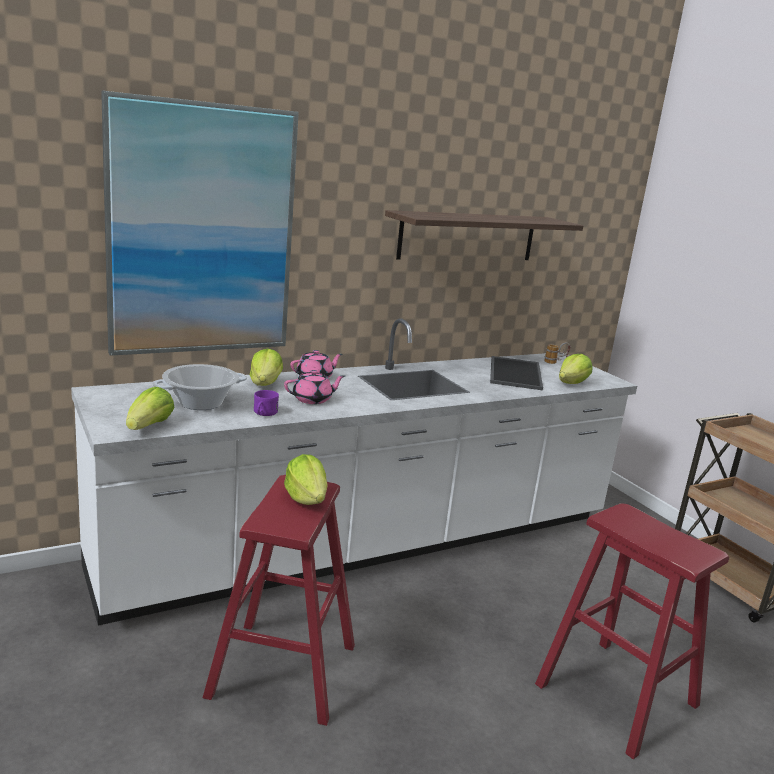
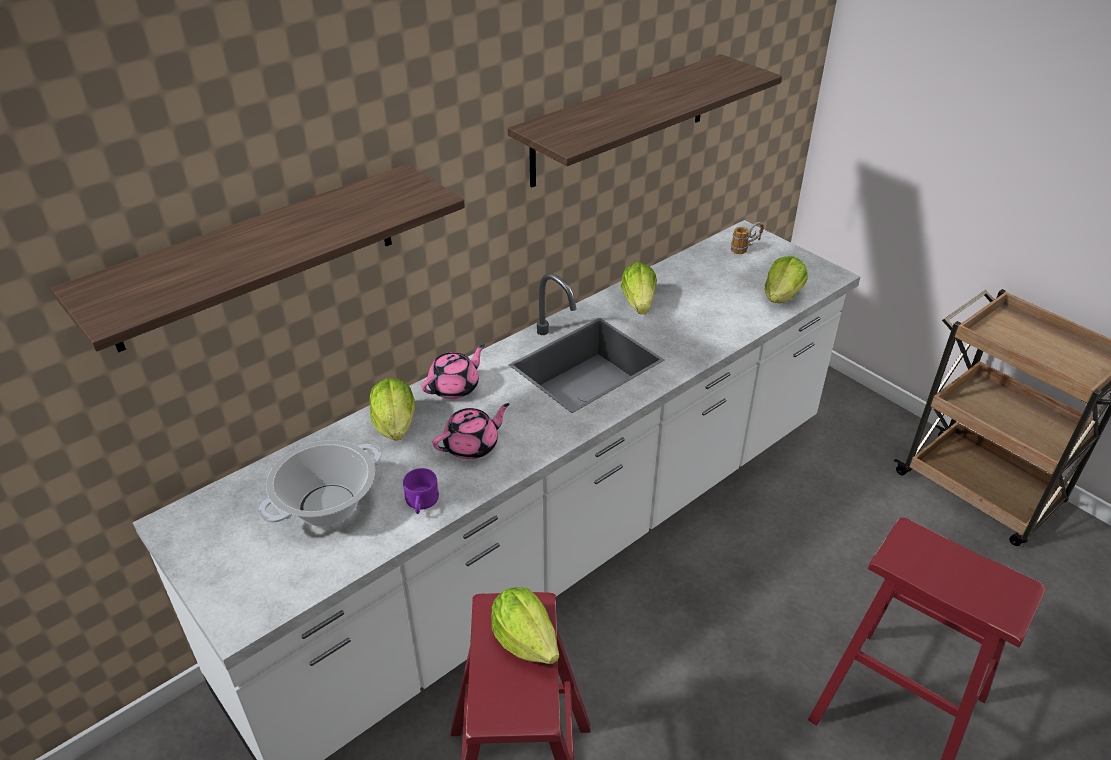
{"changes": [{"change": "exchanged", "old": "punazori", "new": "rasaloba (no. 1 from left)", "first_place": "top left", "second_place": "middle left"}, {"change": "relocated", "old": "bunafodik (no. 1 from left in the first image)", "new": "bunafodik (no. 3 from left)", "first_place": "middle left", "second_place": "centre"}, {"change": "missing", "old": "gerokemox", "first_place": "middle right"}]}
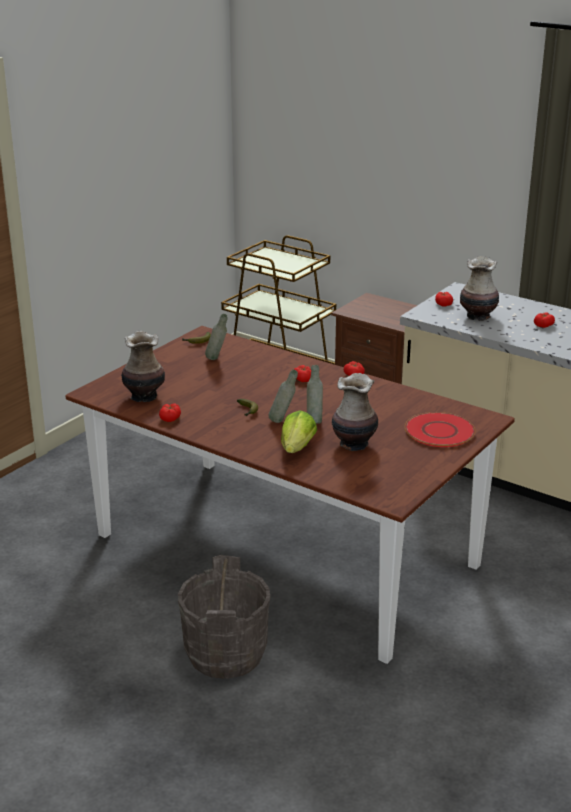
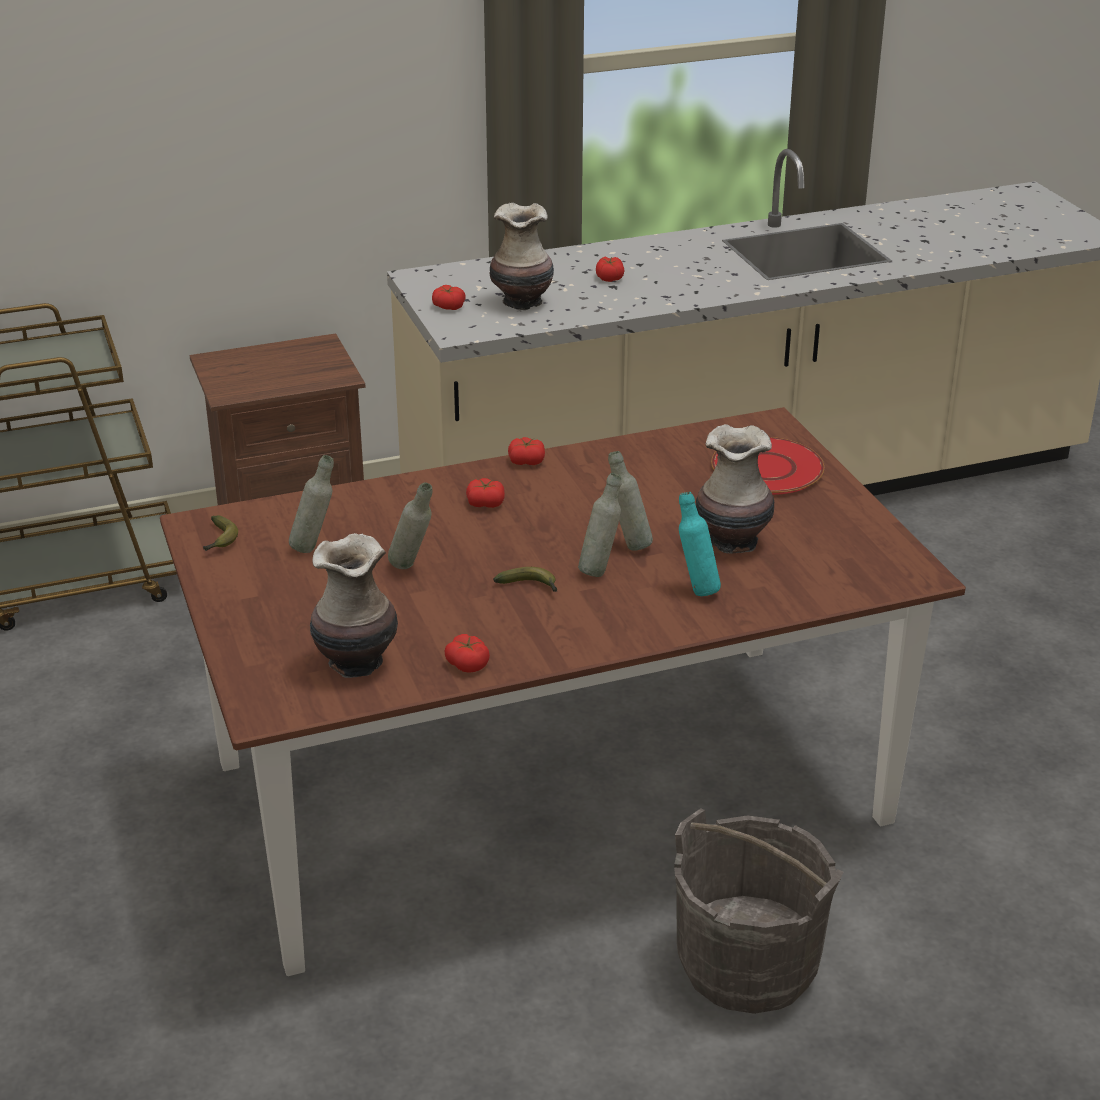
{"changes": [{"change": "exchanged", "old": "bunafodik", "new": "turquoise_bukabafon", "first_place": "centre", "second_place": "centre"}, {"change": "appeared", "new": "grey_bukabafon (no. 2 from left)", "second_place": "centre"}]}
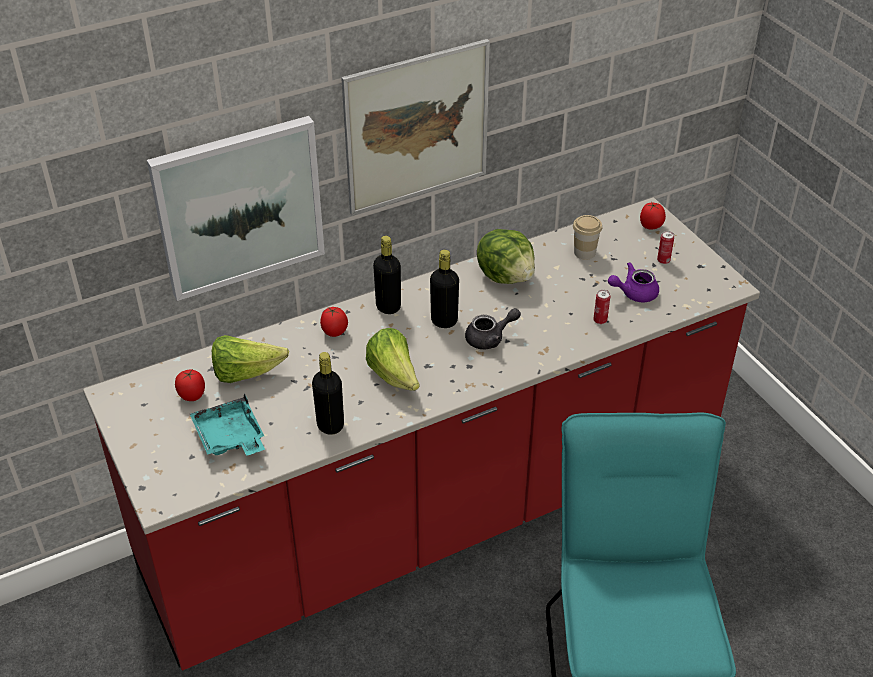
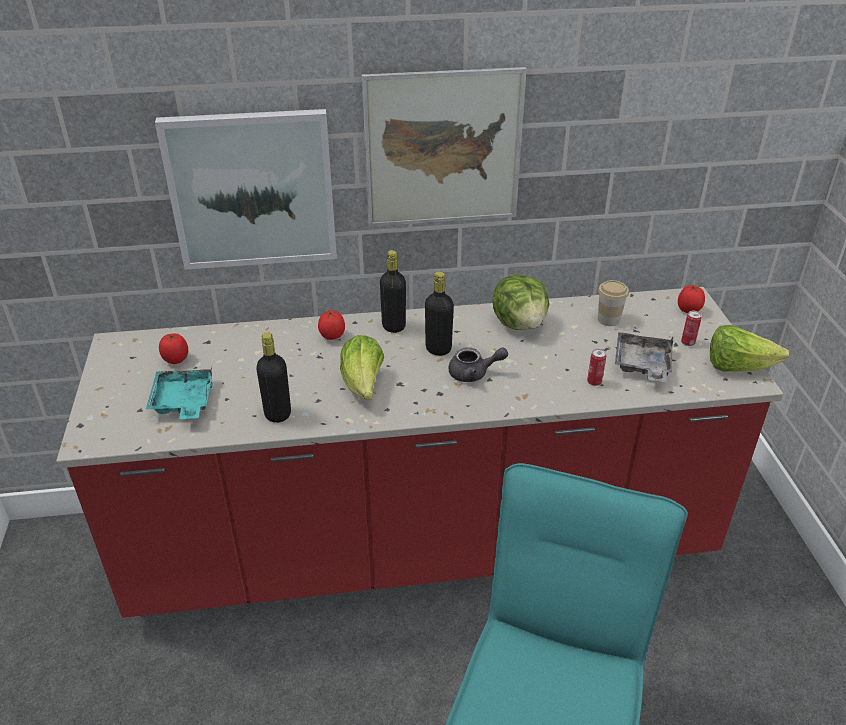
{"changes": [{"change": "relocated", "old": "bunafodik (no. 1 from left in the first image)", "new": "bunafodik (no. 3 from left)", "first_place": "middle left", "second_place": "middle right"}, {"change": "exchanged", "old": "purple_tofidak", "new": "grey_gerokemox", "first_place": "middle right", "second_place": "middle right"}]}
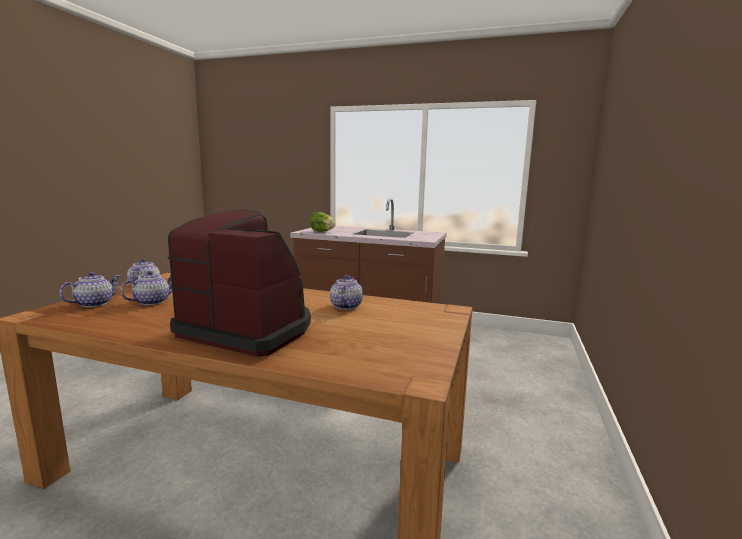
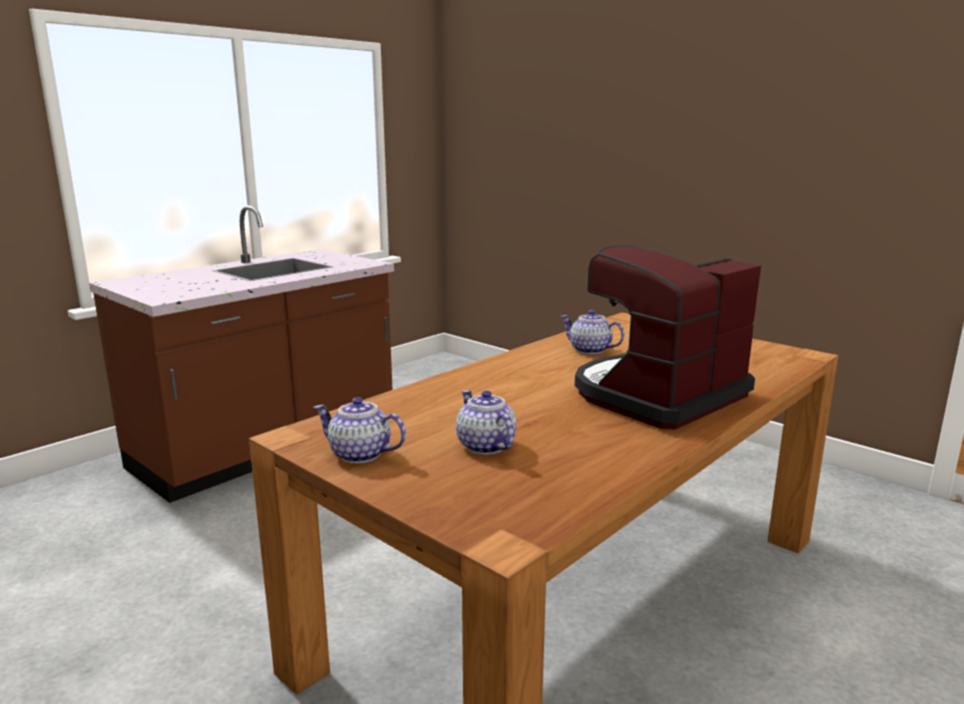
{"changes": [{"change": "missing", "old": "tofidak (no. 1 from left)", "first_place": "middle left"}, {"change": "missing", "old": "bunafodik", "first_place": "centre"}]}
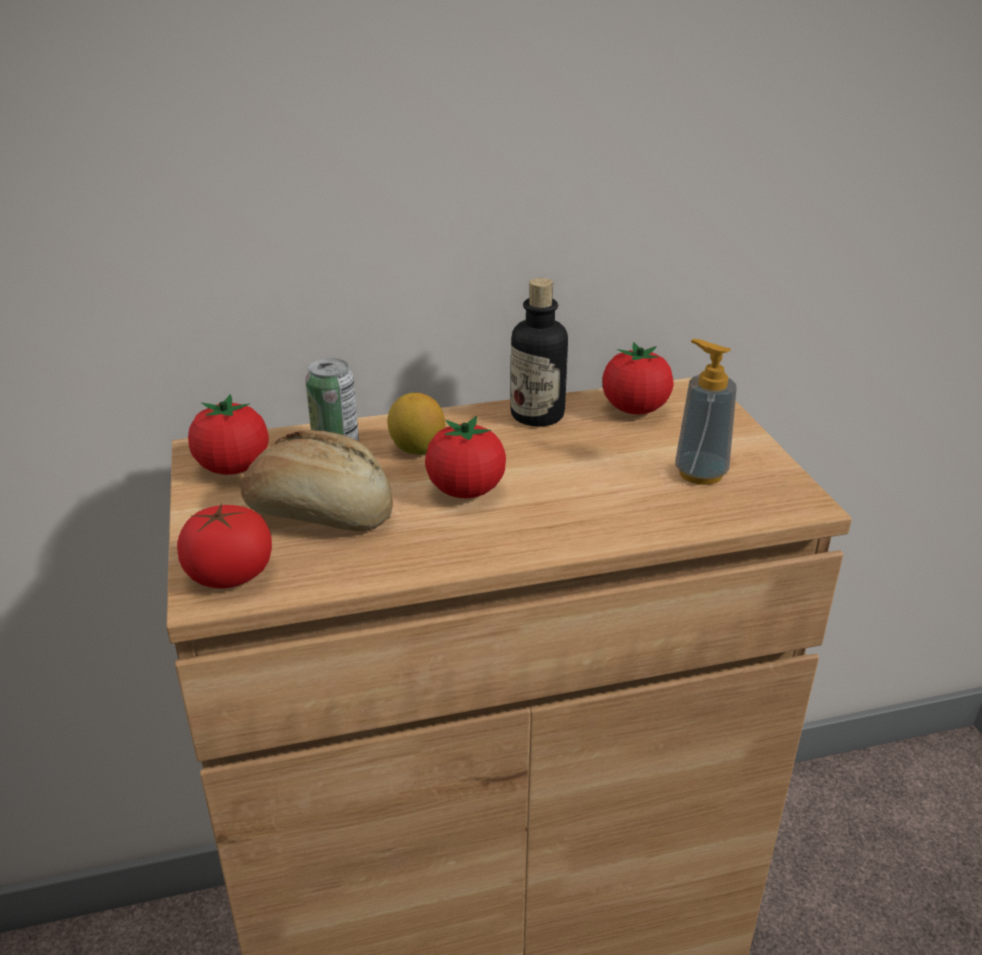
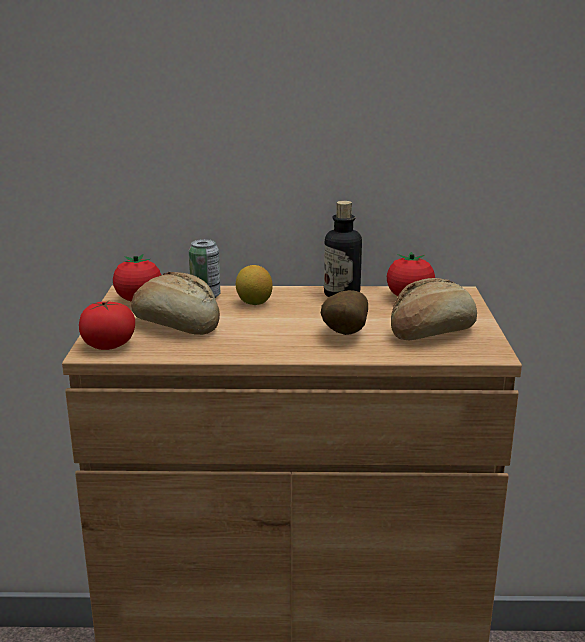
{"changes": [{"change": "missing", "old": "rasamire (no. 3 from left)", "first_place": "centre"}, {"change": "exchanged", "old": "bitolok", "new": "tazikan (no. 2 from left)", "first_place": "middle right", "second_place": "middle right"}, {"change": "appeared", "new": "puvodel", "second_place": "centre"}]}
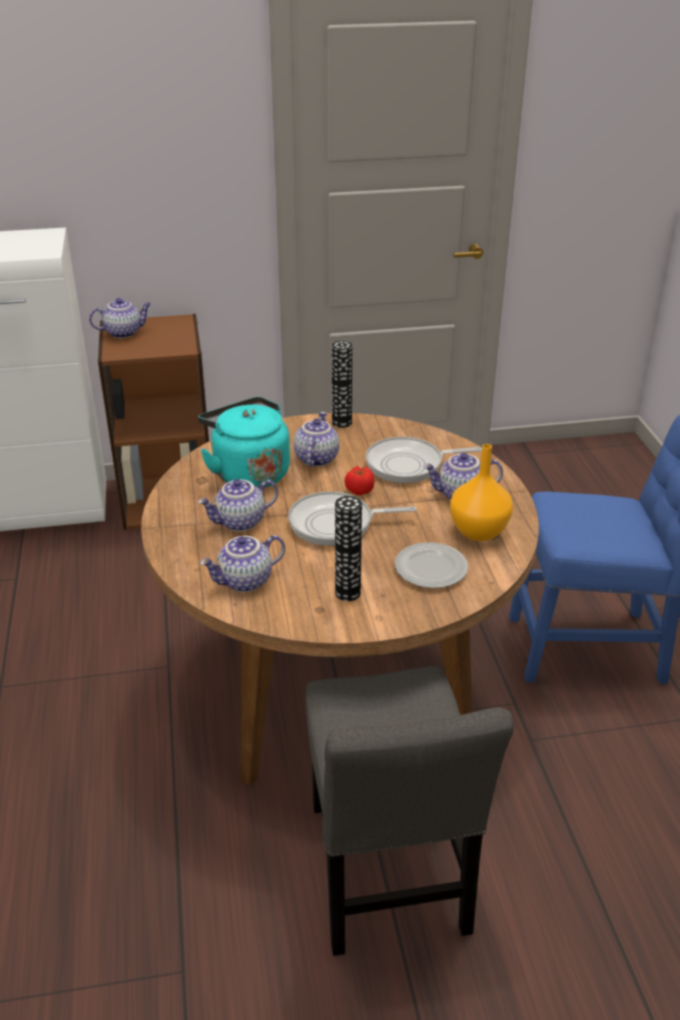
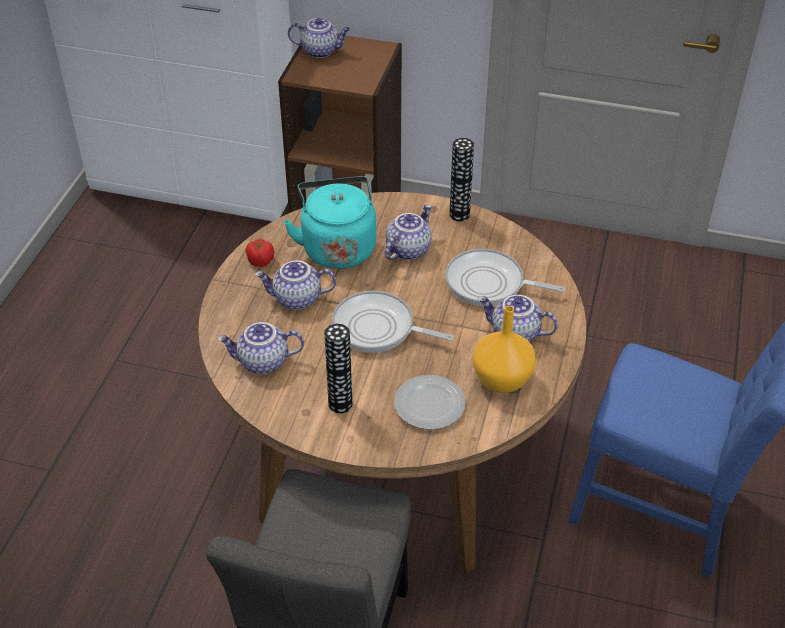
{"changes": [{"change": "relocated", "old": "rasamire", "first_place": "centre", "second_place": "middle left"}]}
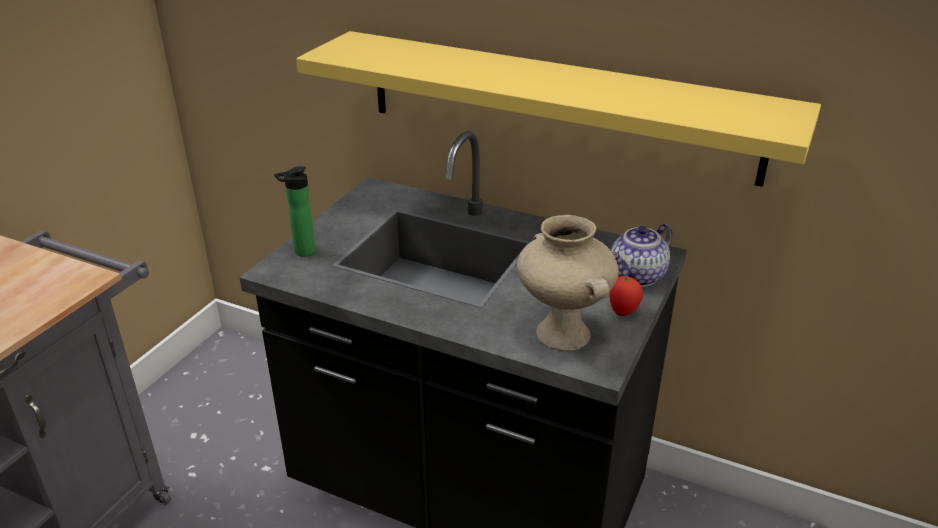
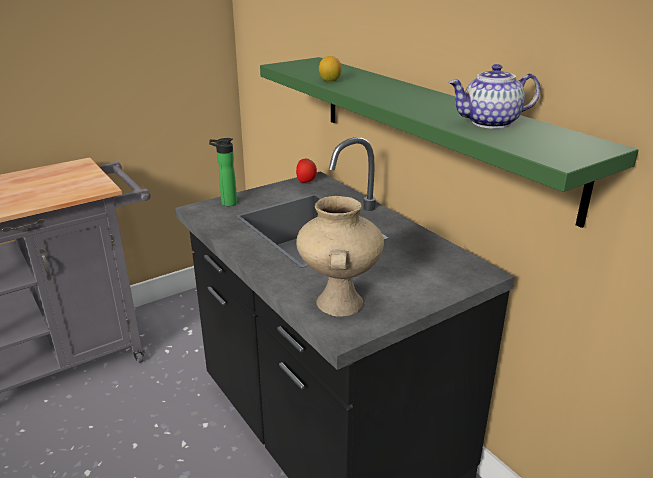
{"changes": [{"change": "colour", "old": "yellow_rasaloba", "new": "green_rasaloba", "first_place": "top centre", "second_place": "top right"}, {"change": "relocated", "old": "rasamire", "first_place": "middle right", "second_place": "centre"}, {"change": "relocated", "old": "tofidak", "first_place": "middle right", "second_place": "top right"}, {"change": "appeared", "new": "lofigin", "second_place": "top centre"}]}
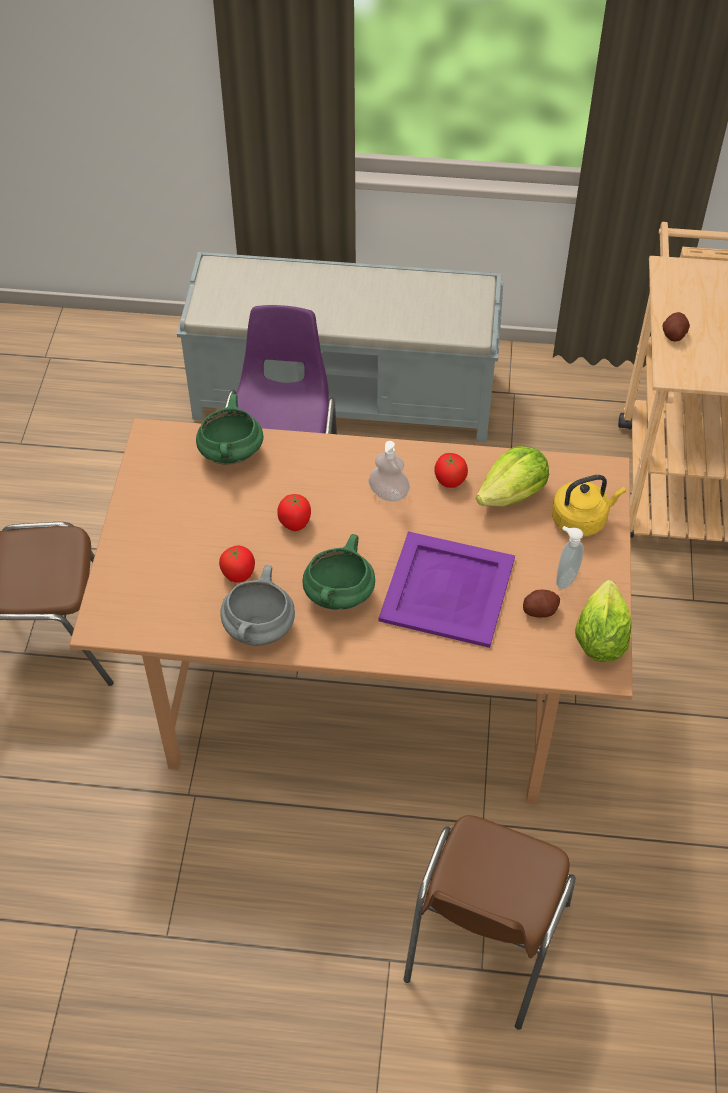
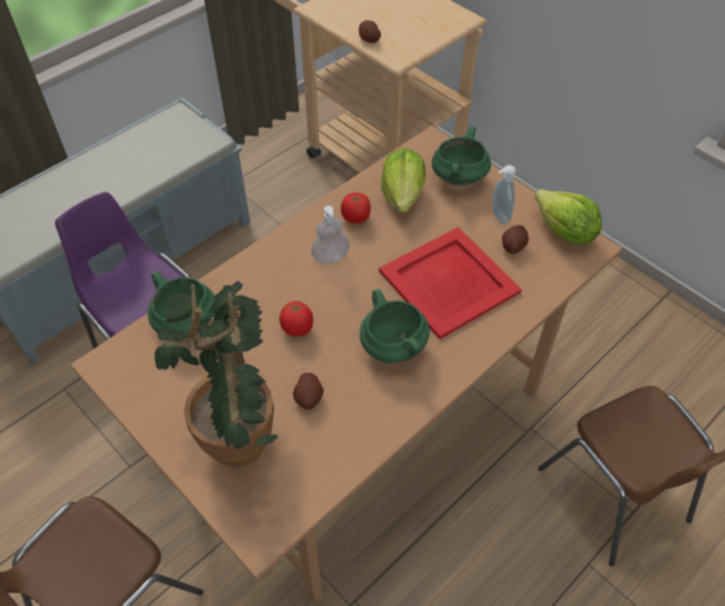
{"changes": [{"change": "exchanged", "old": "rasamire (no. 1 from left)", "new": "puvodel (no. 1 from left)", "first_place": "middle left", "second_place": "centre"}, {"change": "missing", "old": "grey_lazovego", "first_place": "centre"}, {"change": "colour", "old": "purple_gerokemox", "new": "red_gerokemox", "first_place": "centre", "second_place": "centre"}, {"change": "exchanged", "old": "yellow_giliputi", "new": "green_lazovego (no. 3 from left)", "first_place": "middle right", "second_place": "top centre"}, {"change": "appeared", "new": "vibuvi", "second_place": "middle left"}]}
